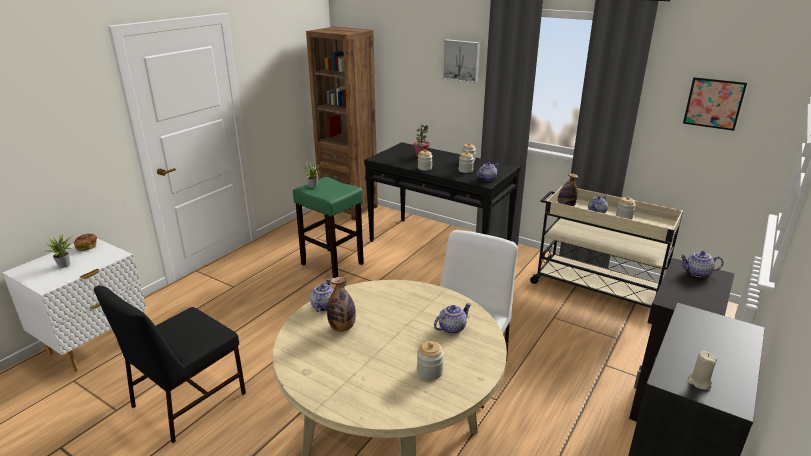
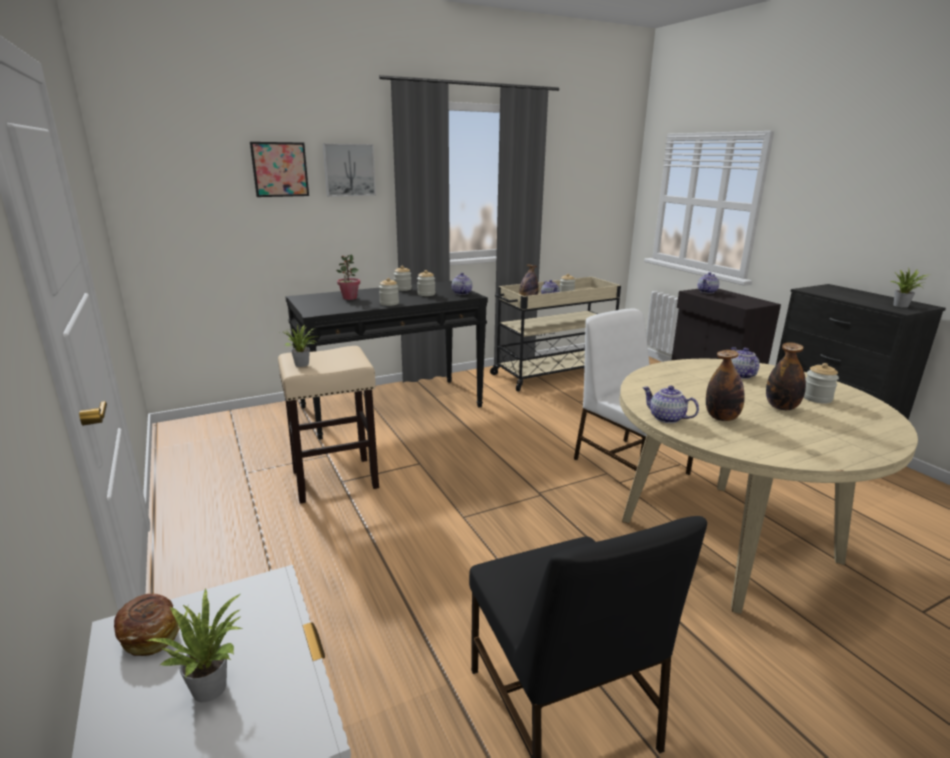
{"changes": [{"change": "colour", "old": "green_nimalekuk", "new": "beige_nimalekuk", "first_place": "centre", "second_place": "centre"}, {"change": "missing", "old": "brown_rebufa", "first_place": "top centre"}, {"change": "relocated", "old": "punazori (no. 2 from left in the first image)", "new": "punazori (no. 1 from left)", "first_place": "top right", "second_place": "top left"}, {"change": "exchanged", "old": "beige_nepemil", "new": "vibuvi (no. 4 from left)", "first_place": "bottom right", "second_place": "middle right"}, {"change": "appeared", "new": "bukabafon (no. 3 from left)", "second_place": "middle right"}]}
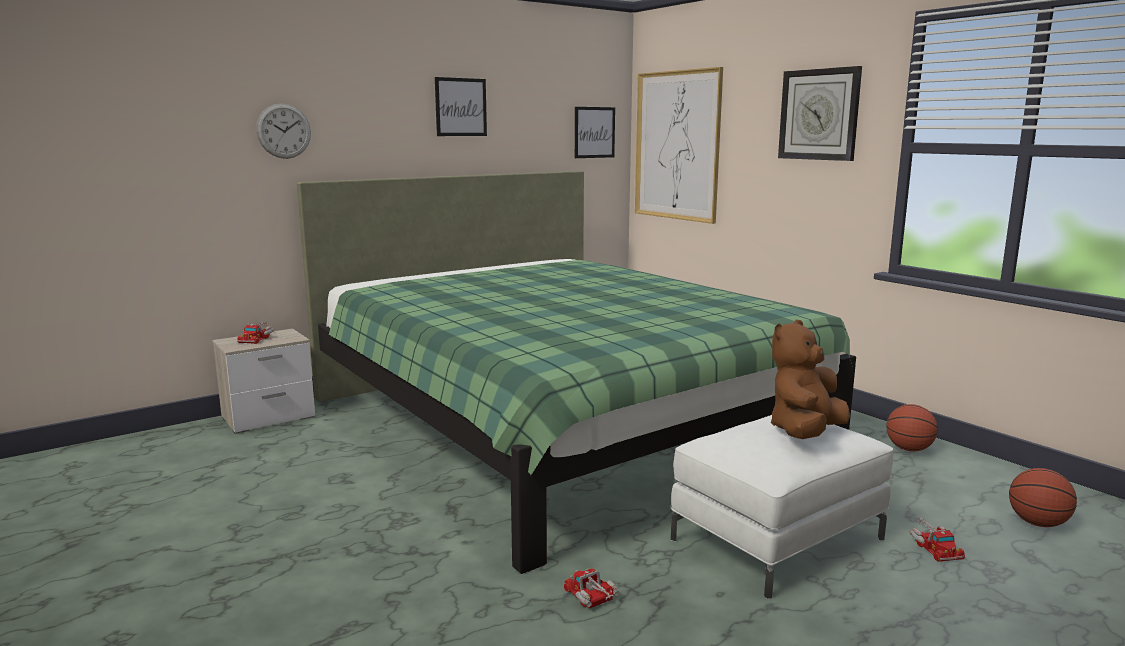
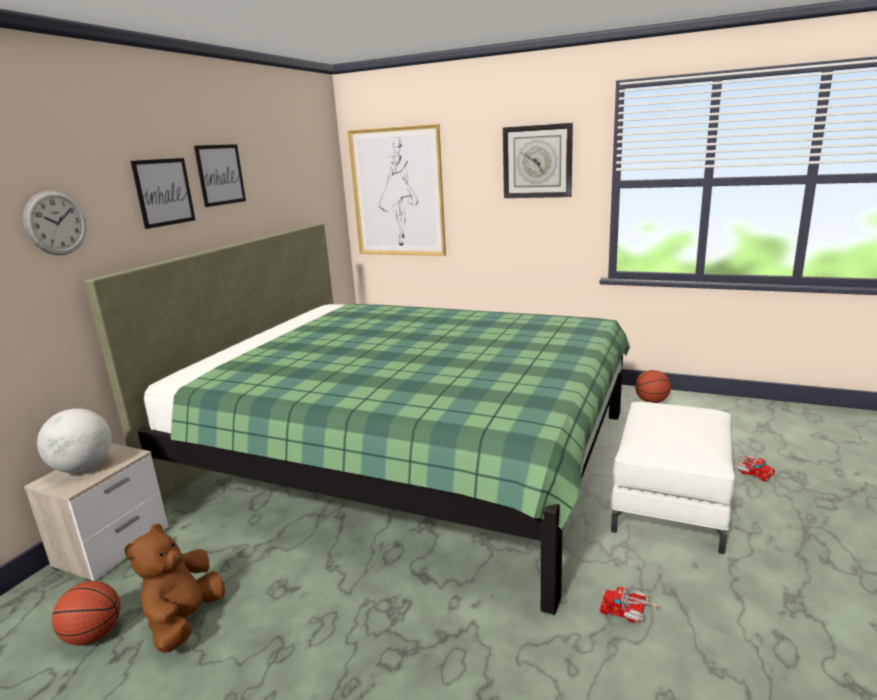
{"changes": [{"change": "exchanged", "old": "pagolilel (no. 1 from left)", "new": "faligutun", "first_place": "middle left", "second_place": "middle left"}, {"change": "relocated", "old": "punazori (no. 2 from left in the first image)", "new": "punazori (no. 1 from left)", "first_place": "top centre", "second_place": "top left"}, {"change": "relocated", "old": "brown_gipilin", "first_place": "middle right", "second_place": "bottom left"}, {"change": "relocated", "old": "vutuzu (no. 2 from left in the first image)", "new": "vutuzu (no. 1 from left)", "first_place": "bottom right", "second_place": "bottom left"}]}
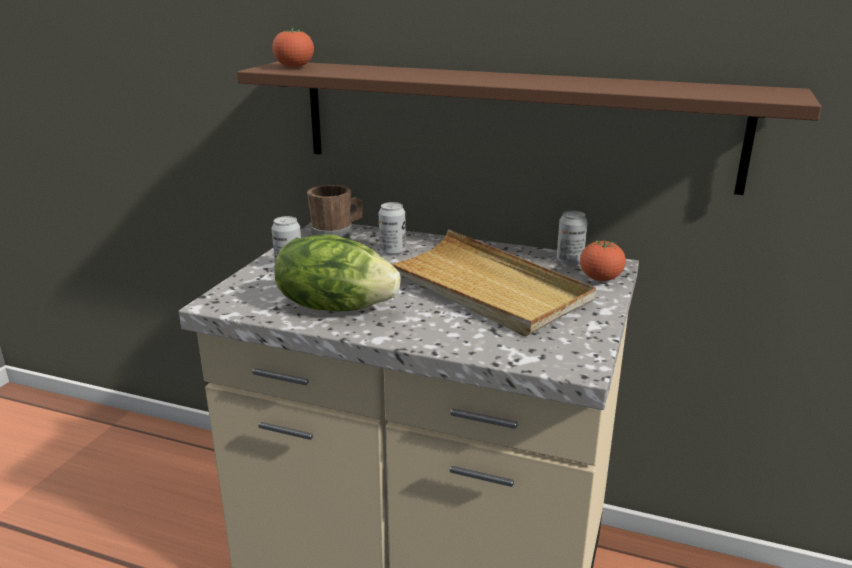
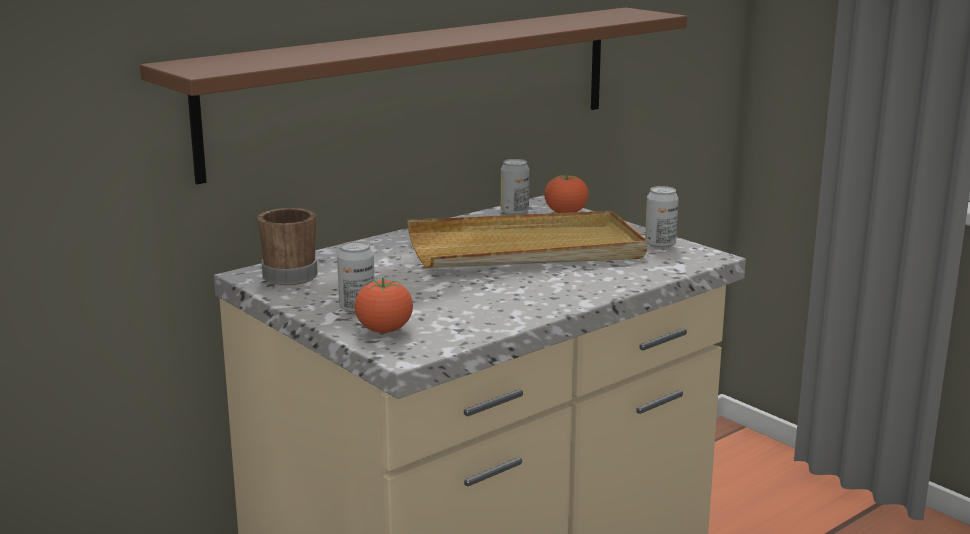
{"changes": [{"change": "relocated", "old": "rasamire (no. 1 from left)", "first_place": "top centre", "second_place": "centre"}, {"change": "missing", "old": "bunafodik", "first_place": "centre"}, {"change": "relocated", "old": "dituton (no. 2 from left in the first image)", "new": "dituton (no. 3 from left)", "first_place": "centre", "second_place": "middle right"}]}
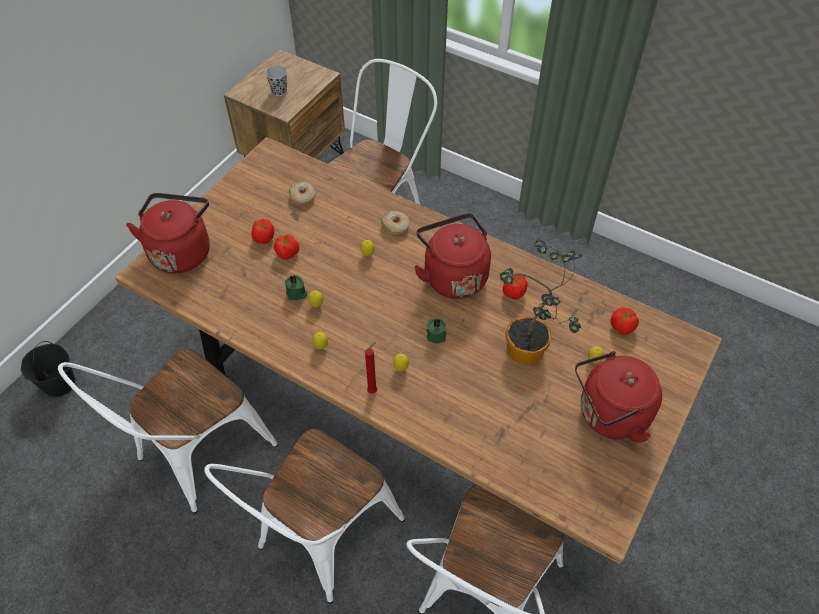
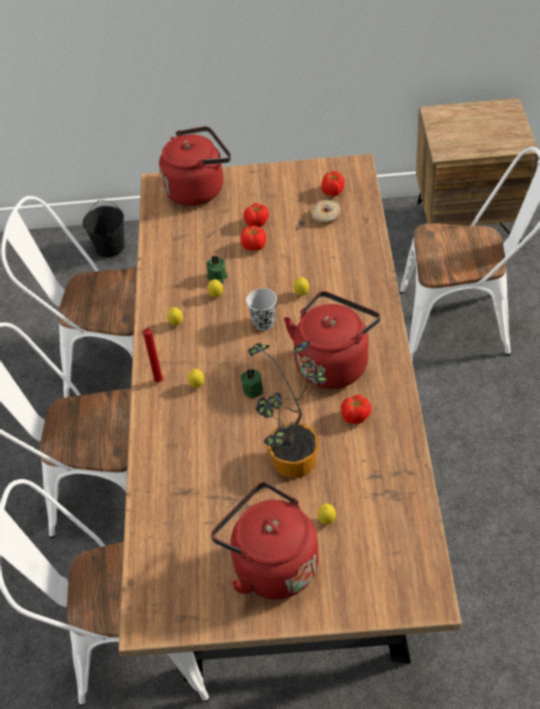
{"changes": [{"change": "relocated", "old": "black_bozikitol", "first_place": "top centre", "second_place": "centre"}, {"change": "missing", "old": "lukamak (no. 2 from left)", "first_place": "centre"}, {"change": "relocated", "old": "rasamire (no. 4 from left in the first image)", "new": "rasamire (no. 3 from left)", "first_place": "middle right", "second_place": "top centre"}]}
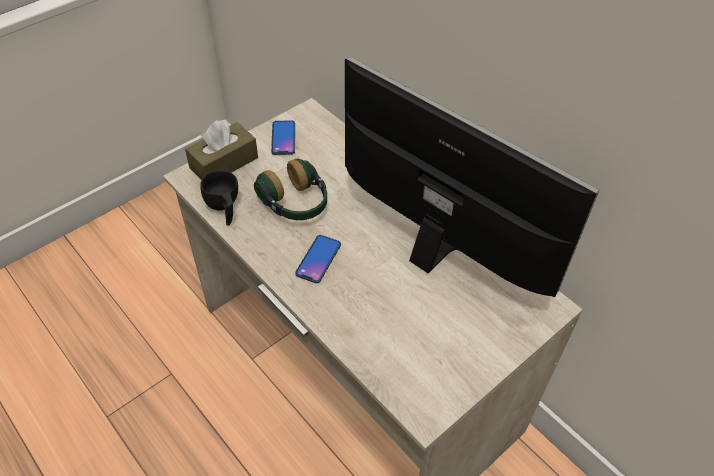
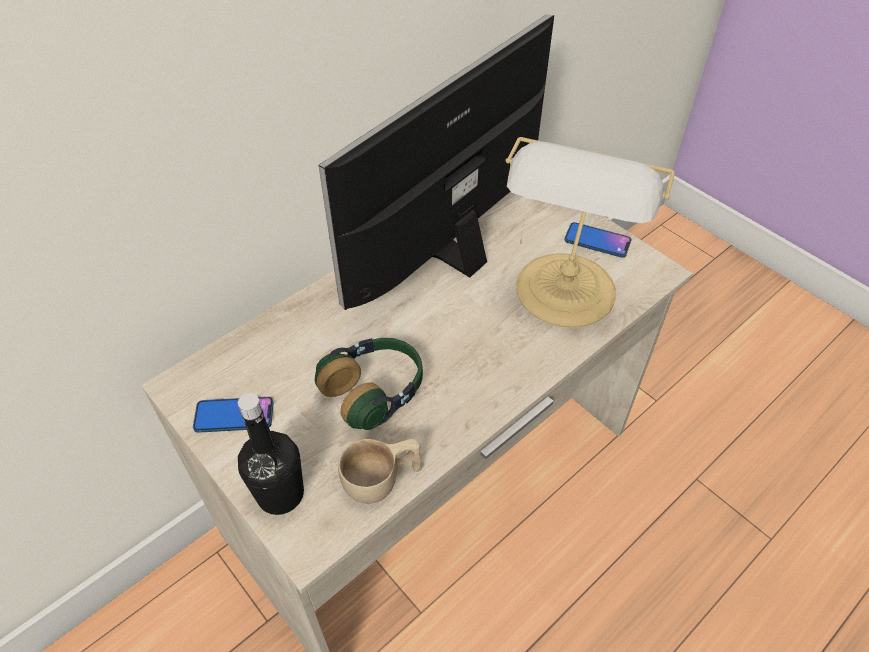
{"changes": [{"change": "exchanged", "old": "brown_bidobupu", "new": "black_bukabafon", "first_place": "top left", "second_place": "bottom left"}, {"change": "colour", "old": "black_bozikitol", "new": "beige_bozikitol", "first_place": "middle left", "second_place": "bottom centre"}, {"change": "relocated", "old": "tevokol (no. 2 from left)", "first_place": "centre", "second_place": "middle right"}, {"change": "appeared", "new": "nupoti", "second_place": "middle right"}]}
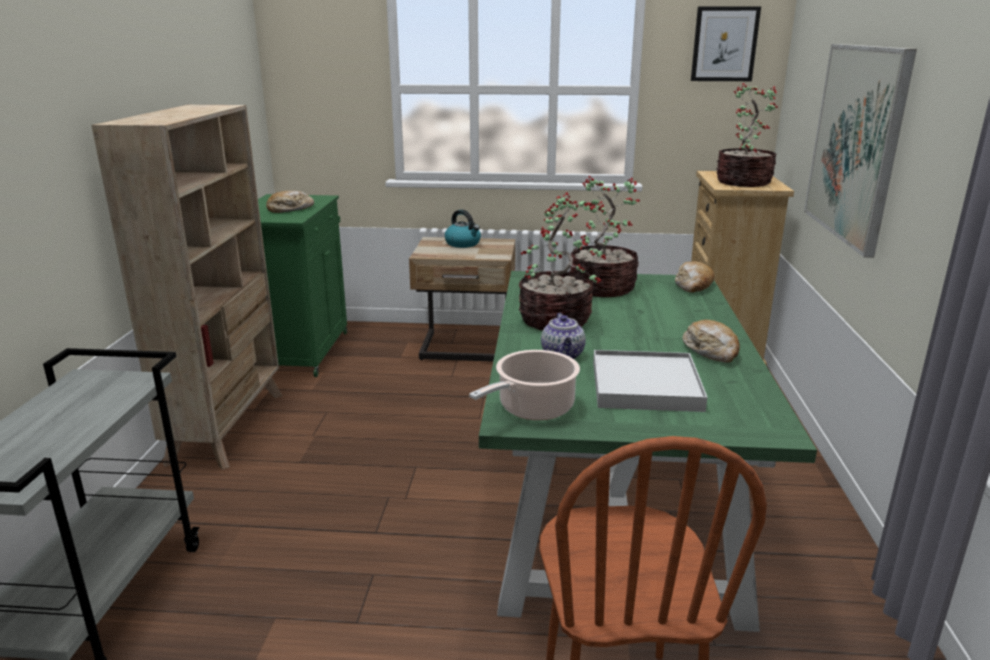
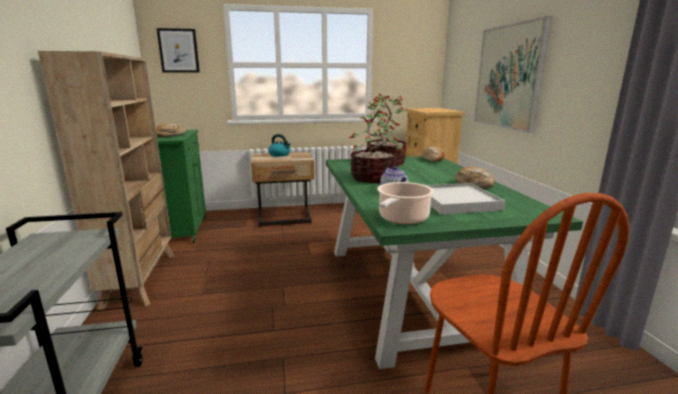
{"changes": [{"change": "relocated", "old": "punazori (no. 1 from left)", "first_place": "top right", "second_place": "top left"}, {"change": "missing", "old": "vibuvi (no. 3 from left)", "first_place": "top right"}]}
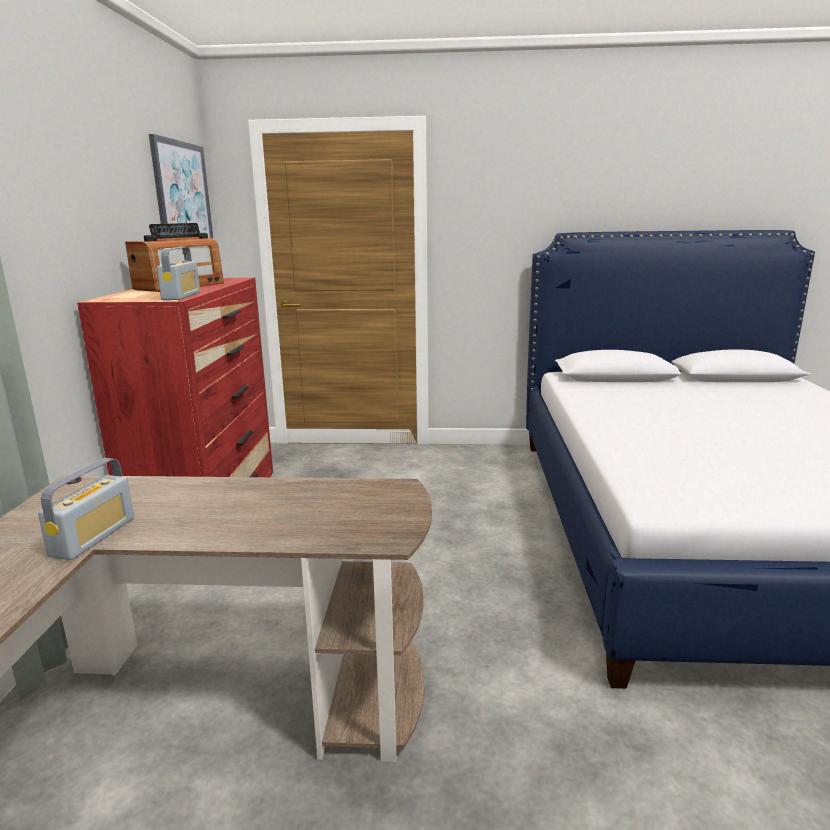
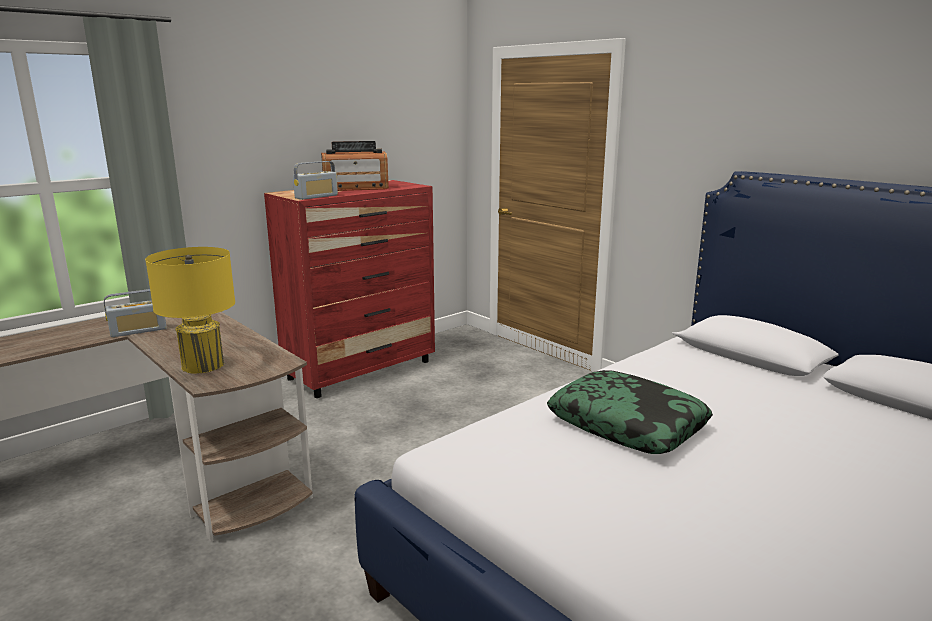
{"changes": [{"change": "missing", "old": "punazori", "first_place": "top left"}, {"change": "appeared", "new": "yellow_nupoti", "second_place": "middle left"}, {"change": "appeared", "new": "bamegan", "second_place": "middle right"}]}
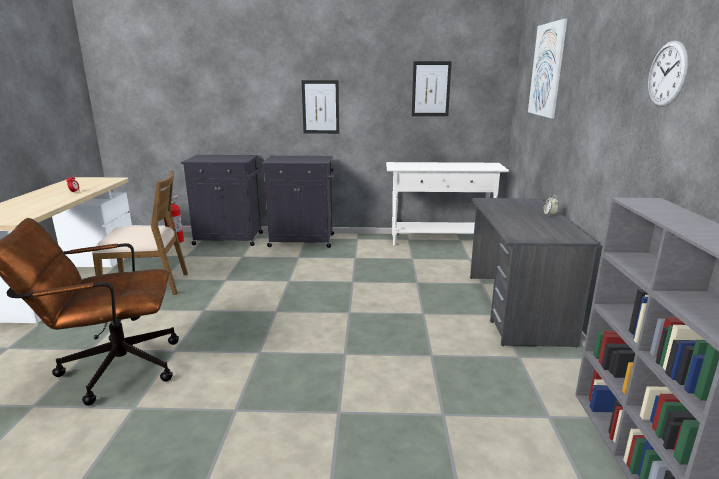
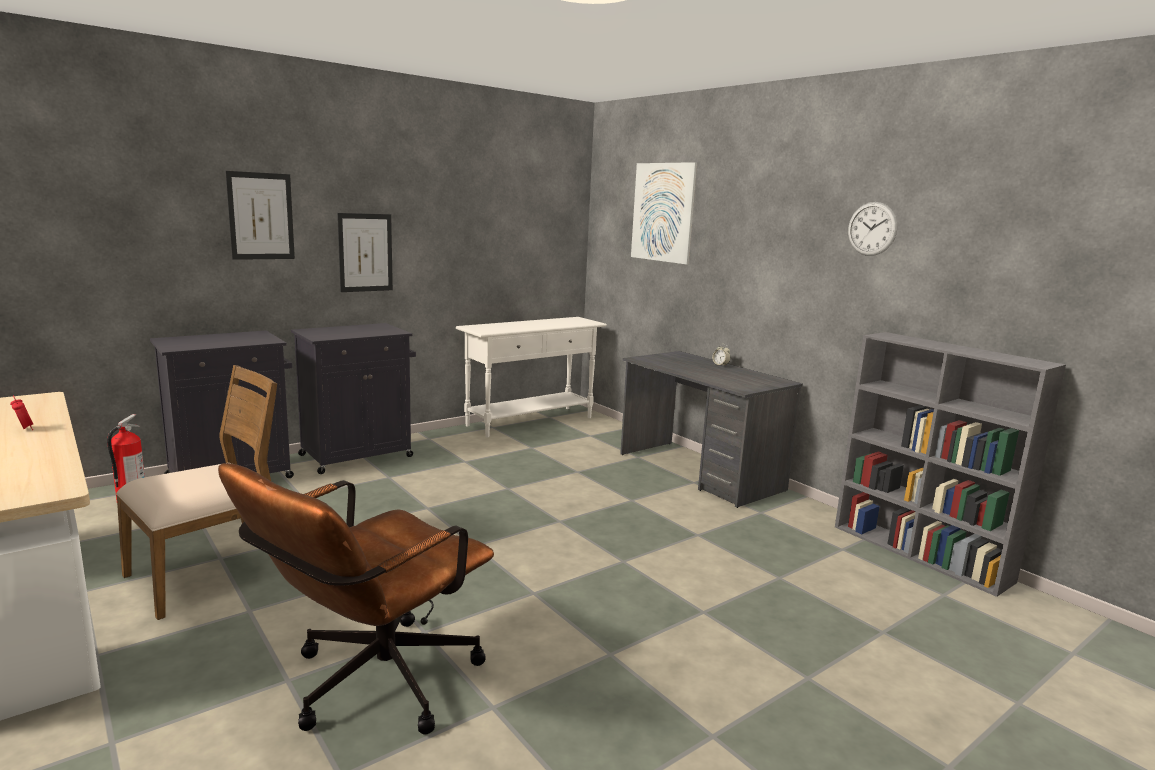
{"changes": [{"change": "relocated", "old": "punazori (no. 2 from left in the first image)", "new": "punazori (no. 1 from left)", "first_place": "top centre", "second_place": "top left"}]}
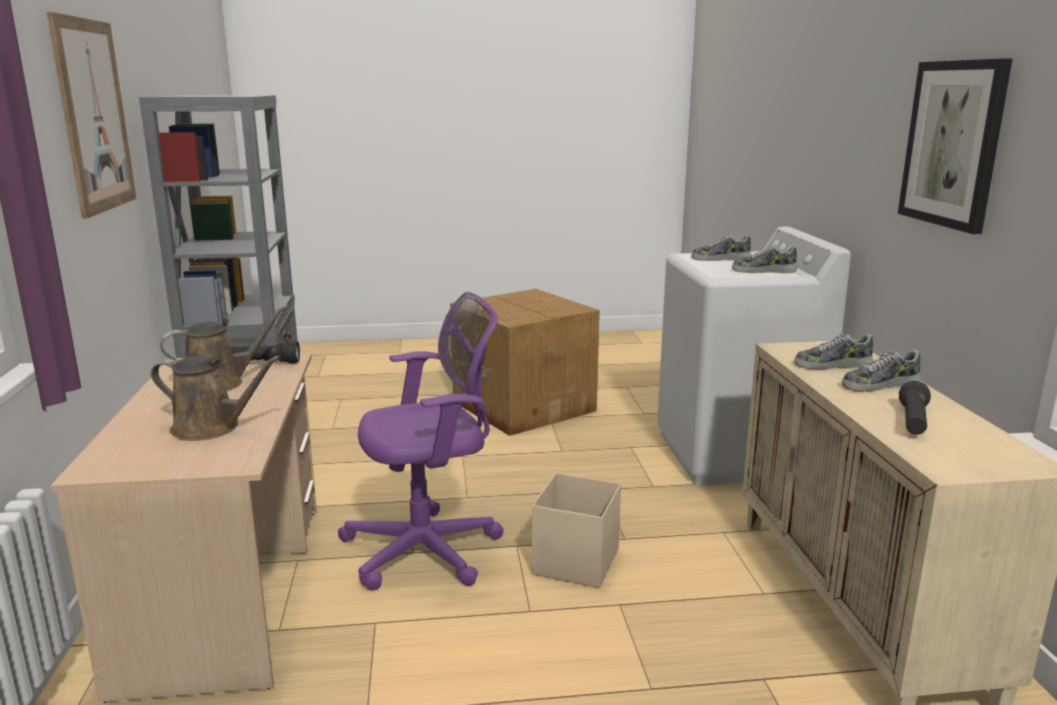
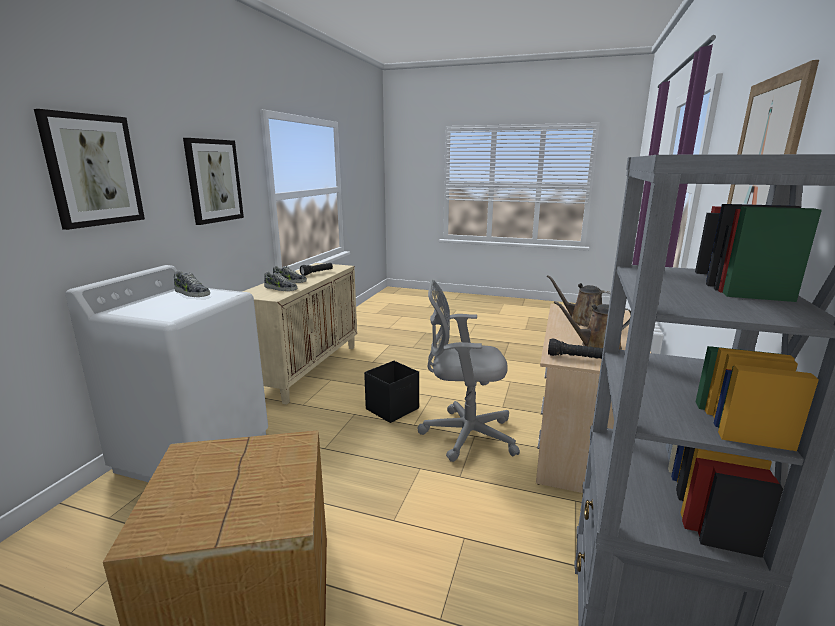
{"changes": [{"change": "colour", "old": "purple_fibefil", "new": "grey_fibefil", "first_place": "centre", "second_place": "centre"}, {"change": "colour", "old": "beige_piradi", "new": "black_piradi", "first_place": "bottom centre", "second_place": "centre"}, {"change": "missing", "old": "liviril (no. 1 from left)", "first_place": "middle right"}, {"change": "appeared", "new": "punazori (no. 1 from left)", "second_place": "top left"}]}
